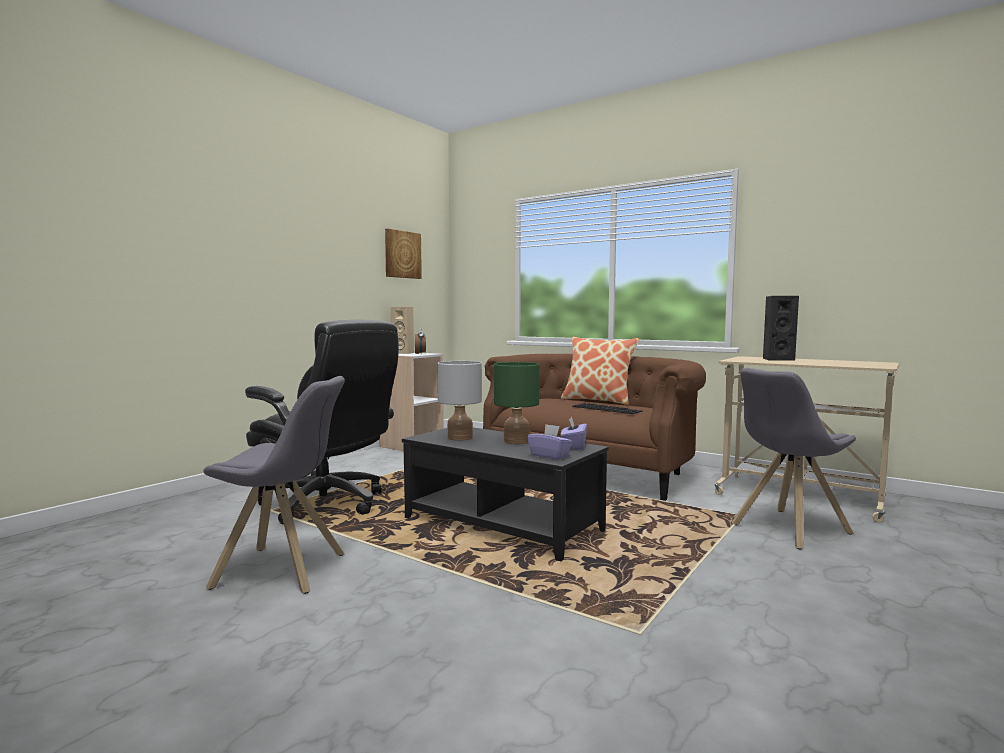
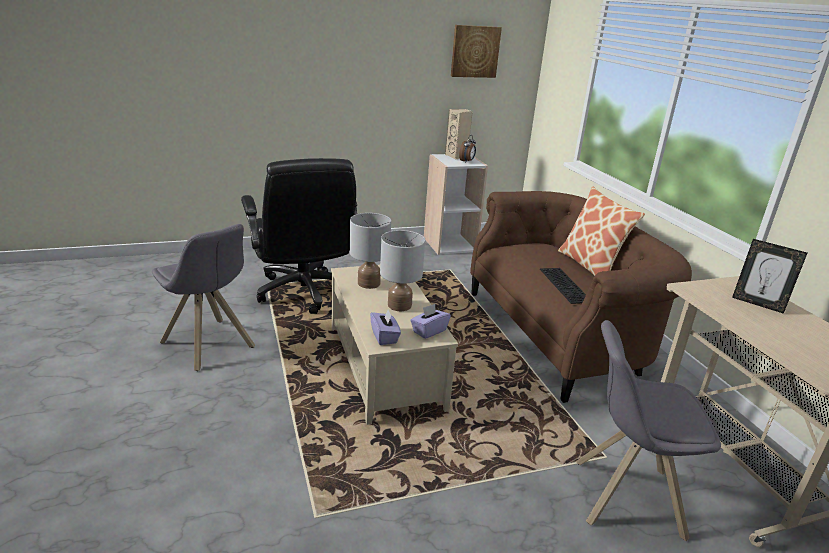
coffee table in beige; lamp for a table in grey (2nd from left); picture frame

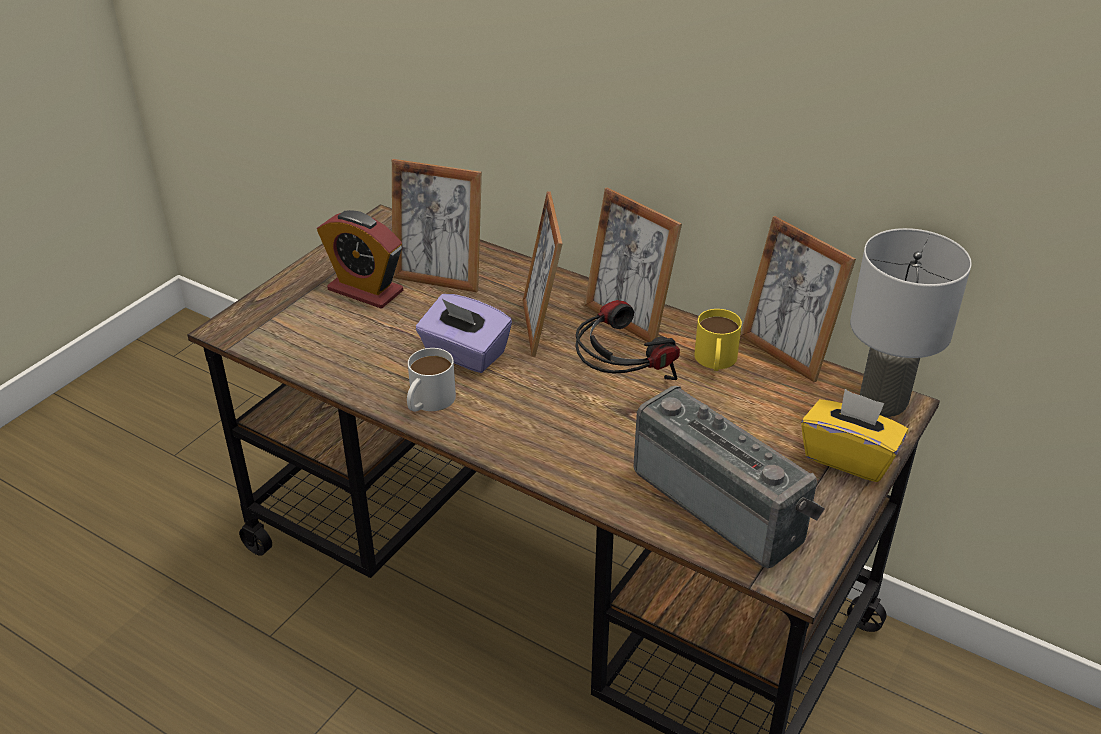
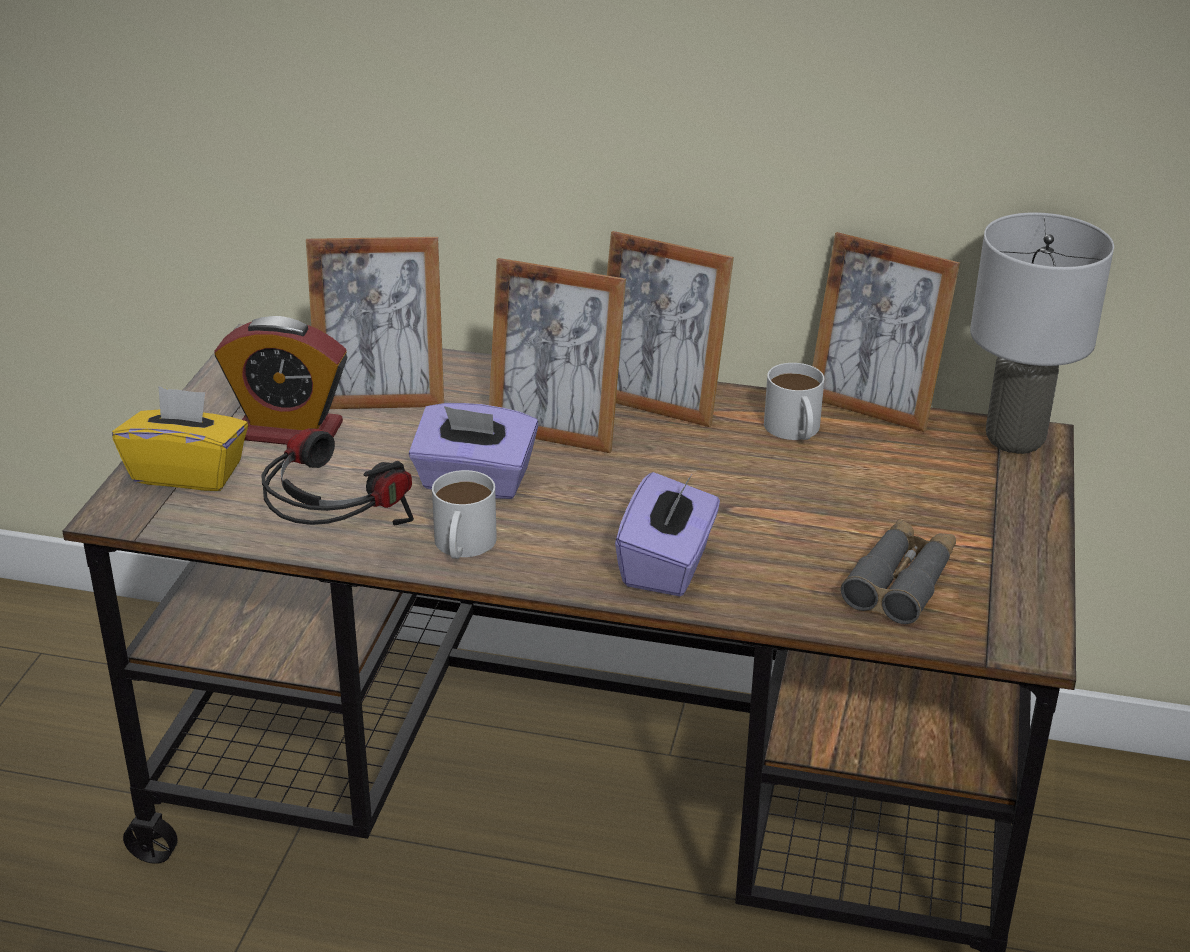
picture frame (2nd from left); pair of headphones; pair of binoculars in grey; mug in white (2nd from left); tissue holder in yellow; tissue holder in purplish (2nd from left)

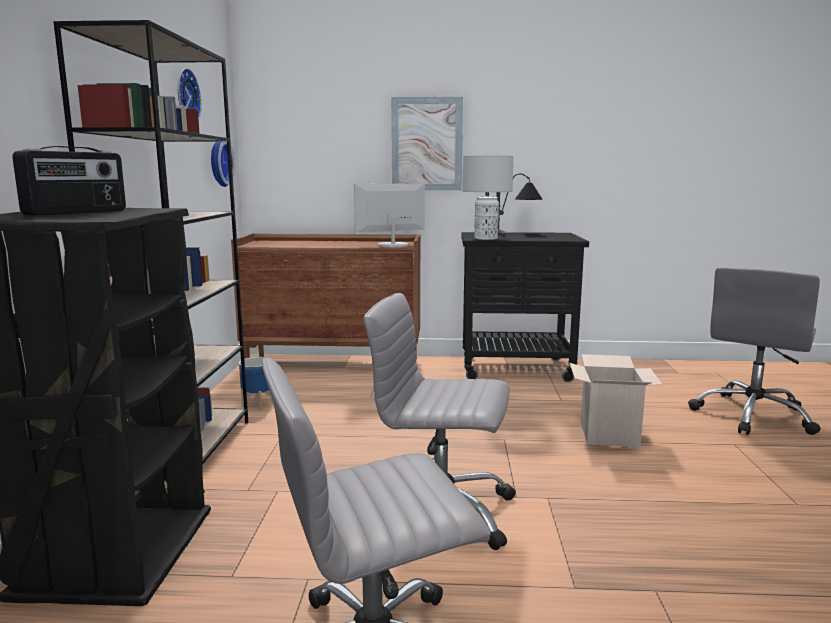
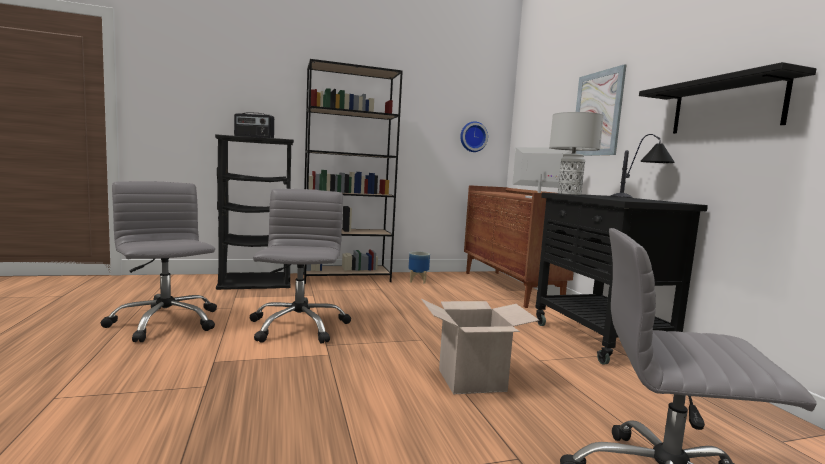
wall clock (1st from left in the first image); bracket shelf in black-coloured

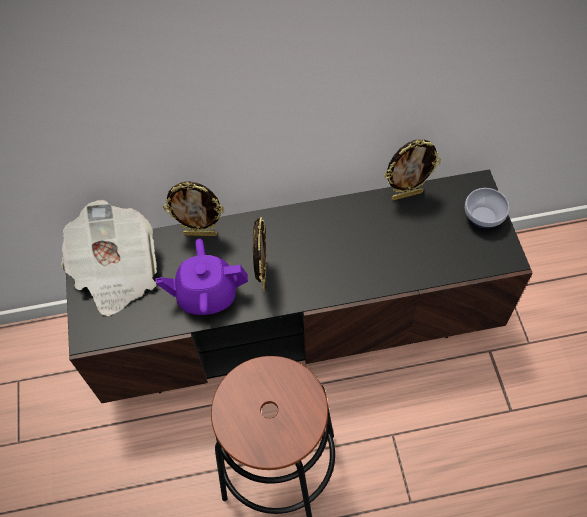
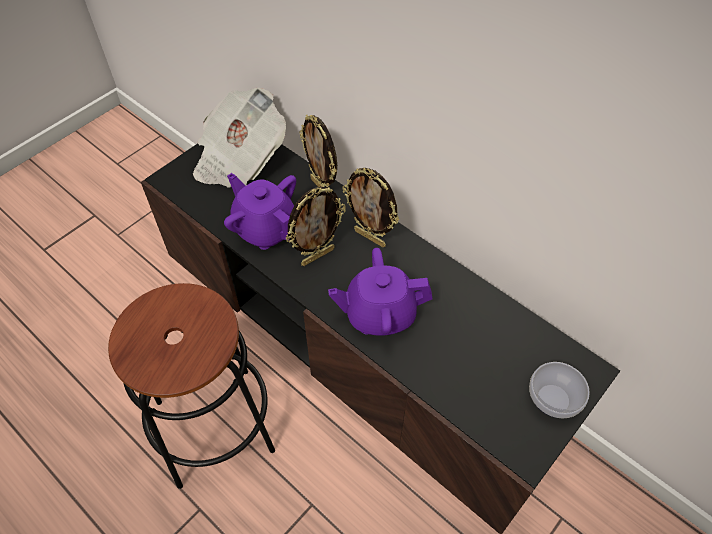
picture frame (3rd from left); pot for tea in purplish (2nd from left)

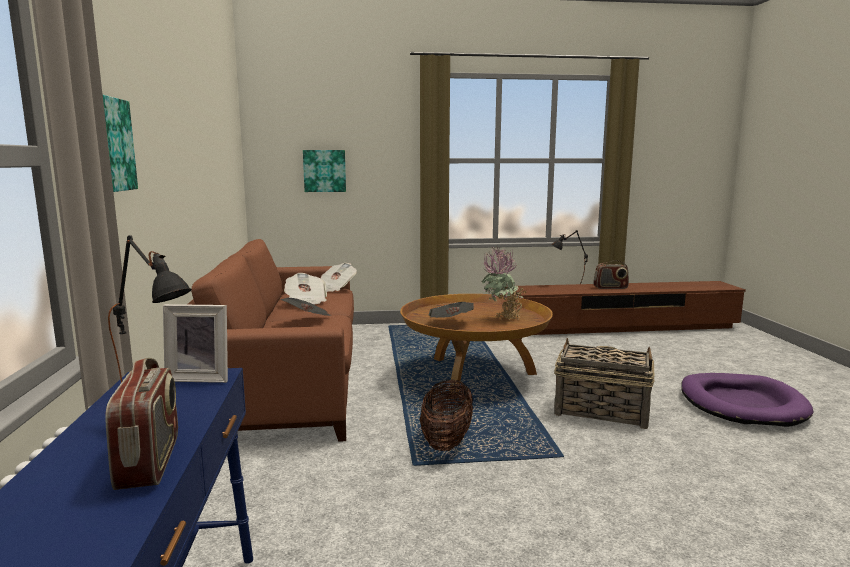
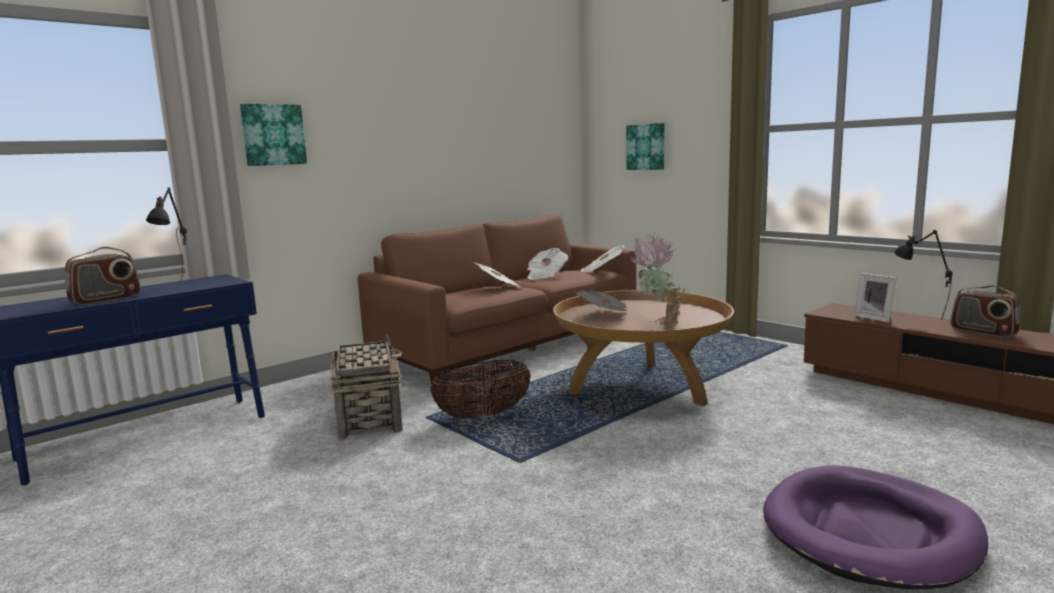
picture frame; basket (1st from left)

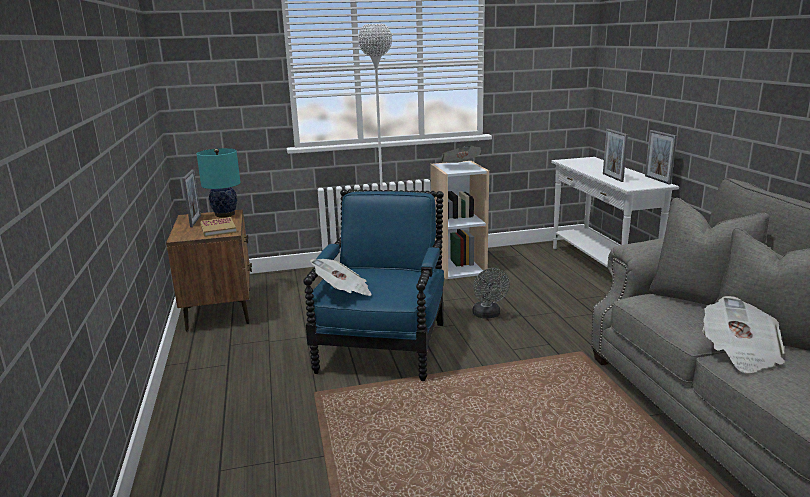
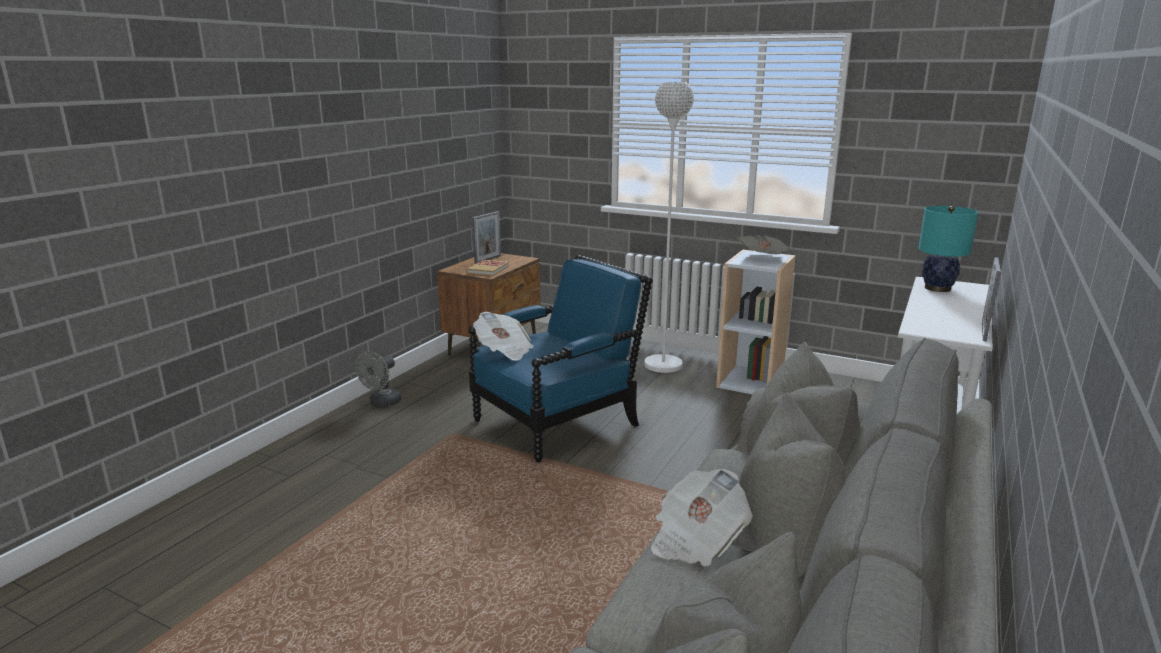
lamp for a table in blue-green; electric fan in grey; picture frame (2nd from left in the first image)

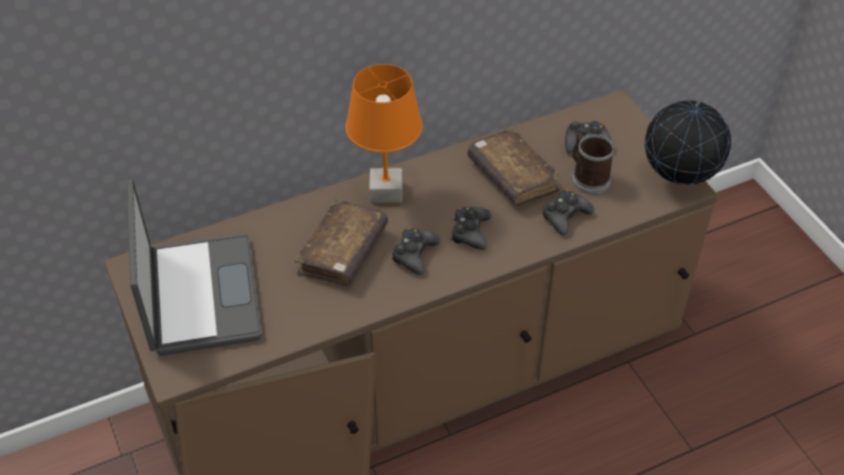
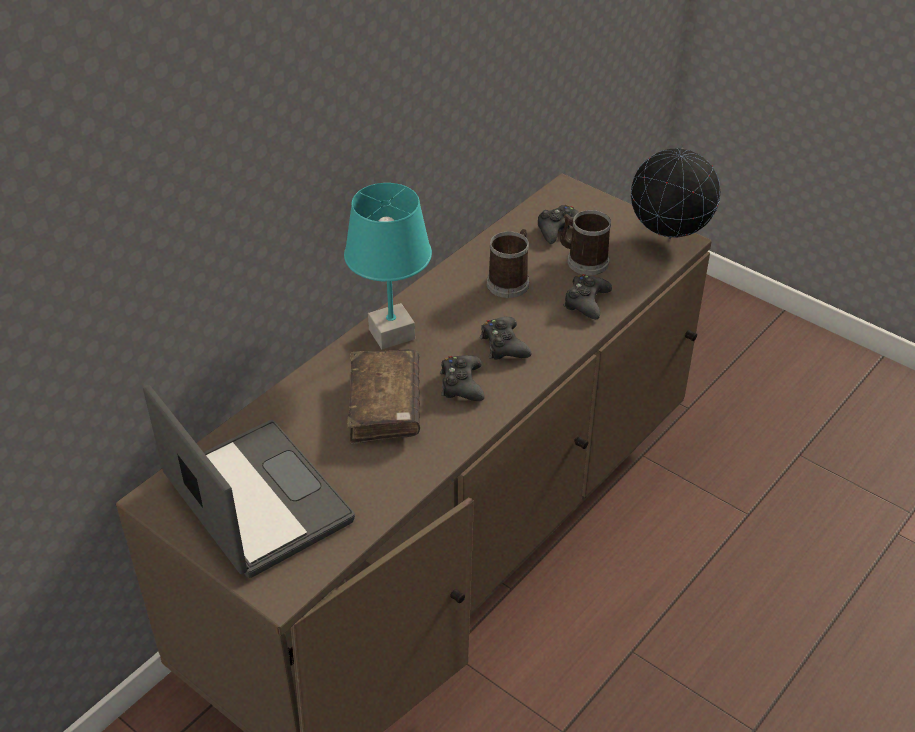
lamp for a table in blue-green; mug (1st from left)

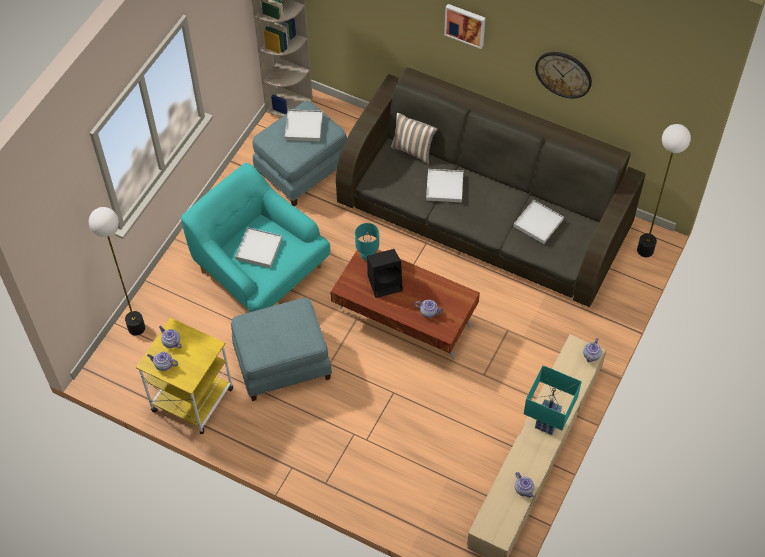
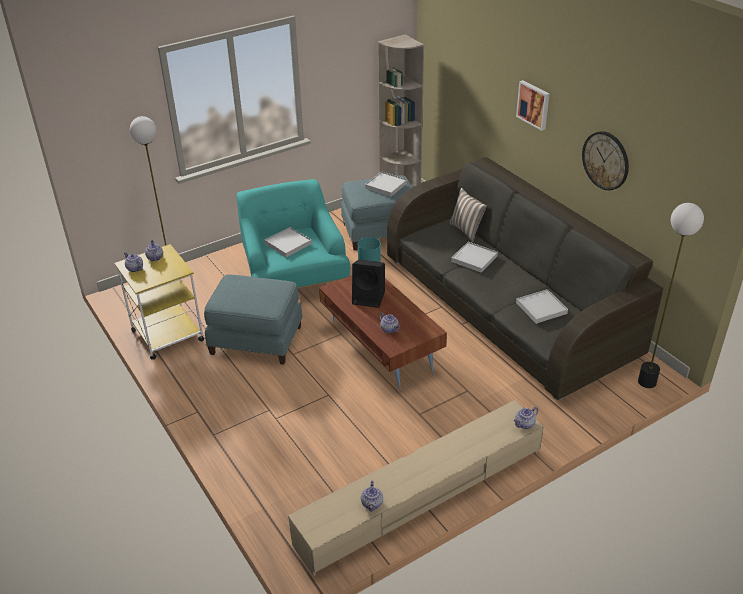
lamp for a table in blue-green (2nd from left in the first image)

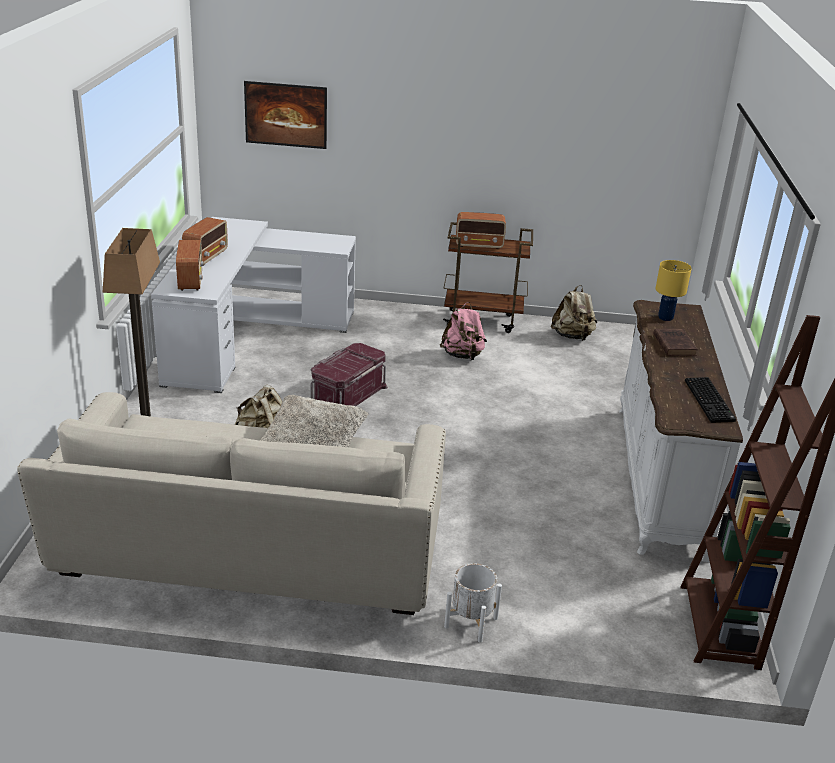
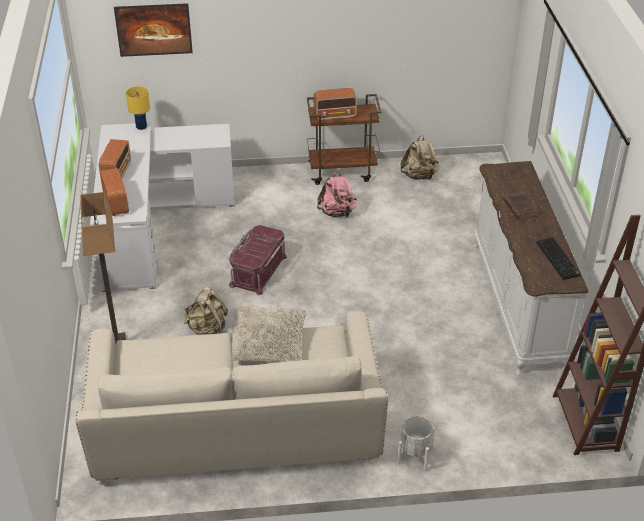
lamp for a table in yellow

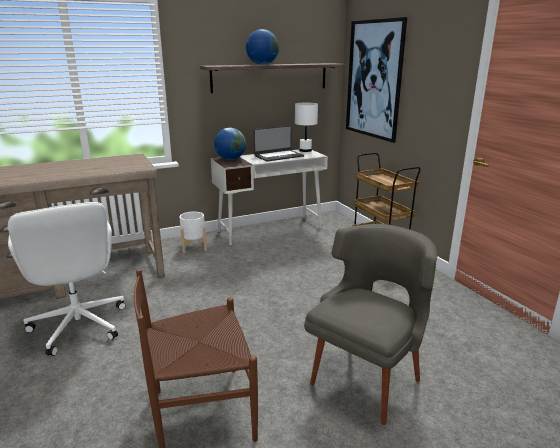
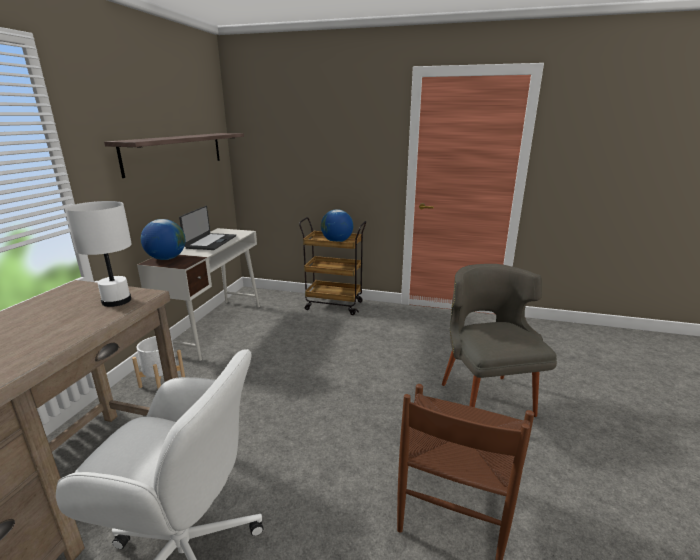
globe (2nd from left); lamp for a table in white; wall art

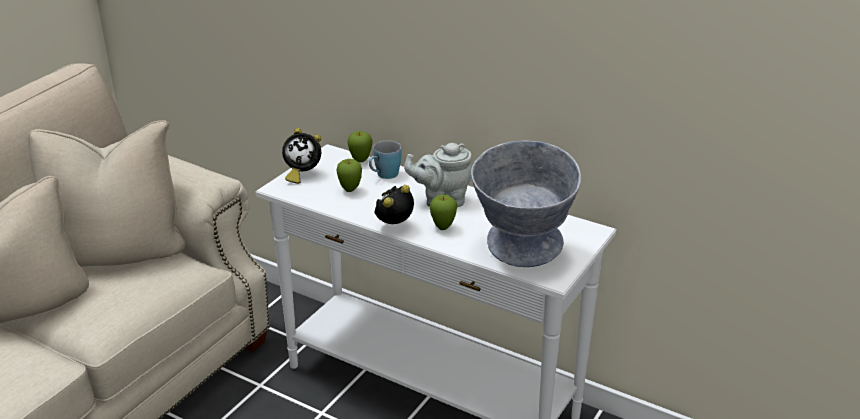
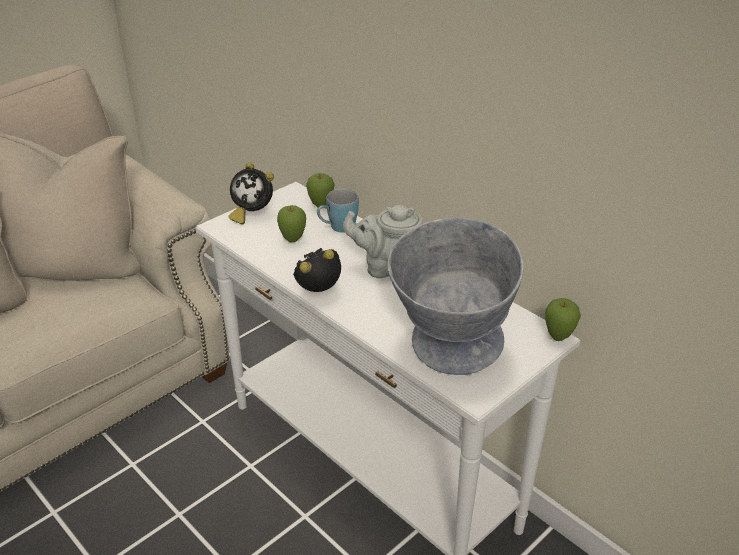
apple (3rd from left)

